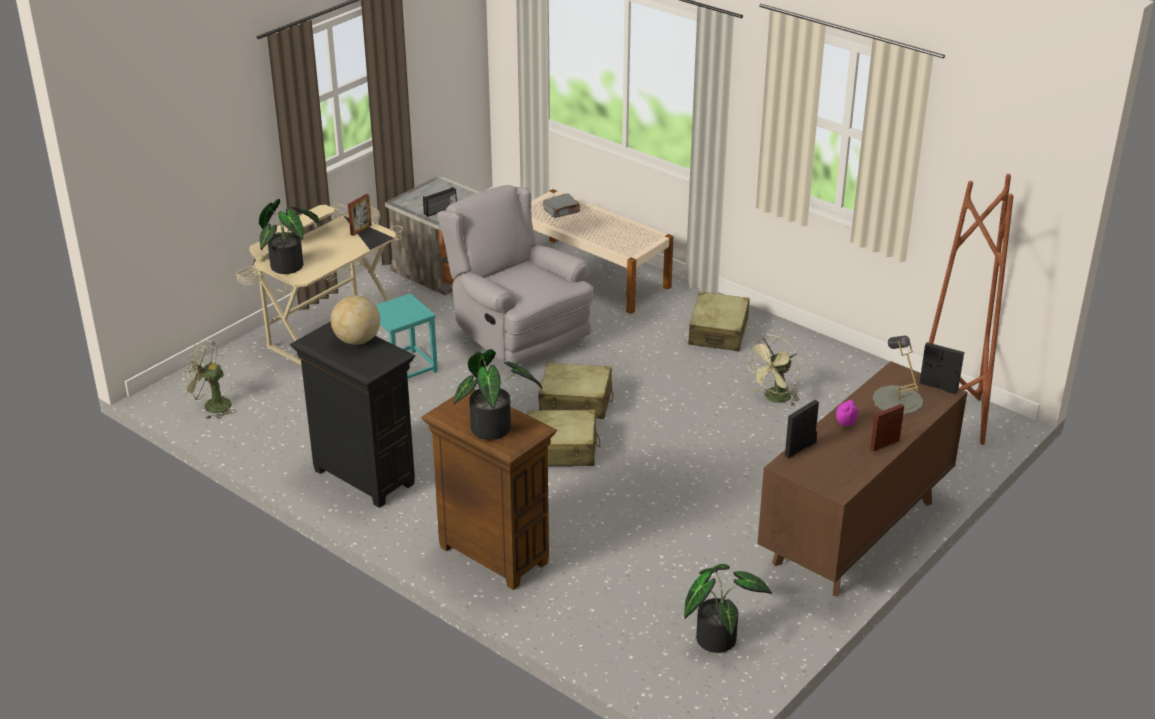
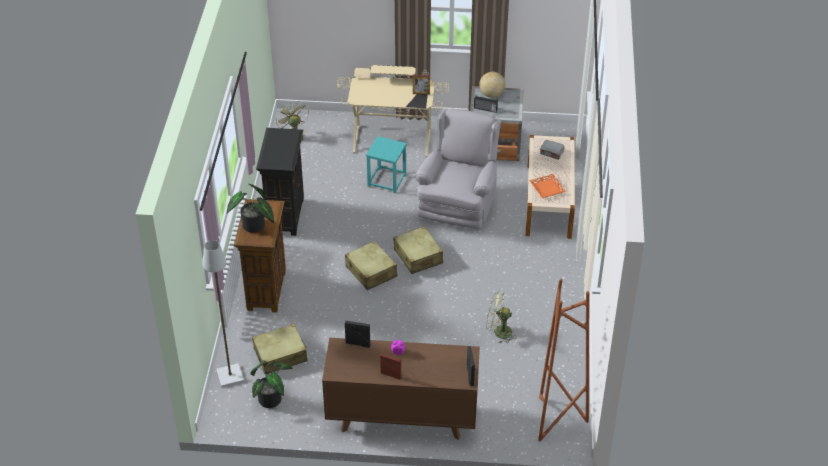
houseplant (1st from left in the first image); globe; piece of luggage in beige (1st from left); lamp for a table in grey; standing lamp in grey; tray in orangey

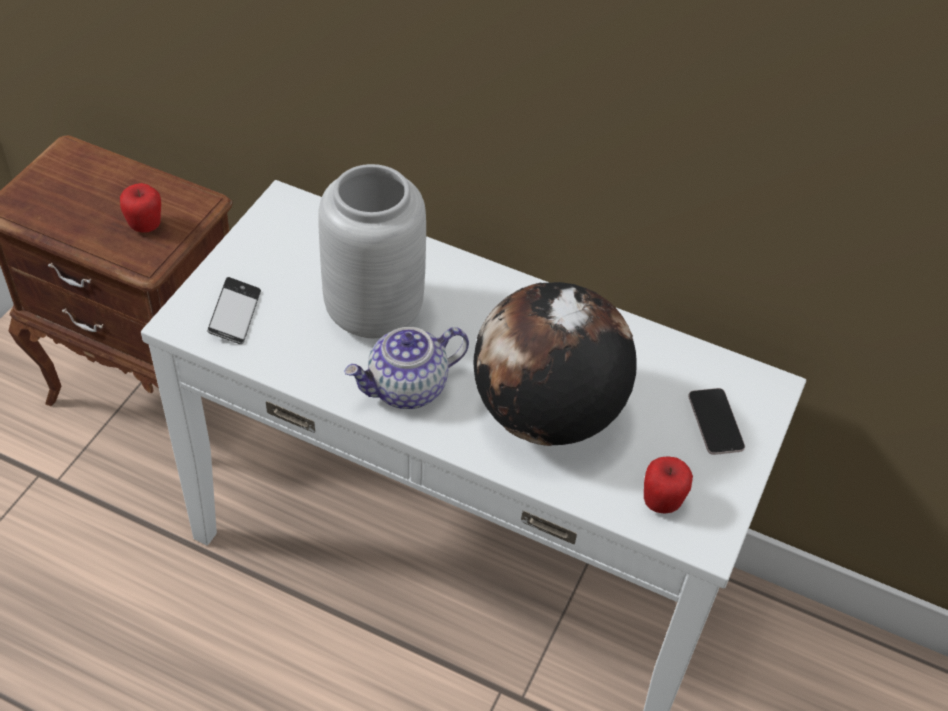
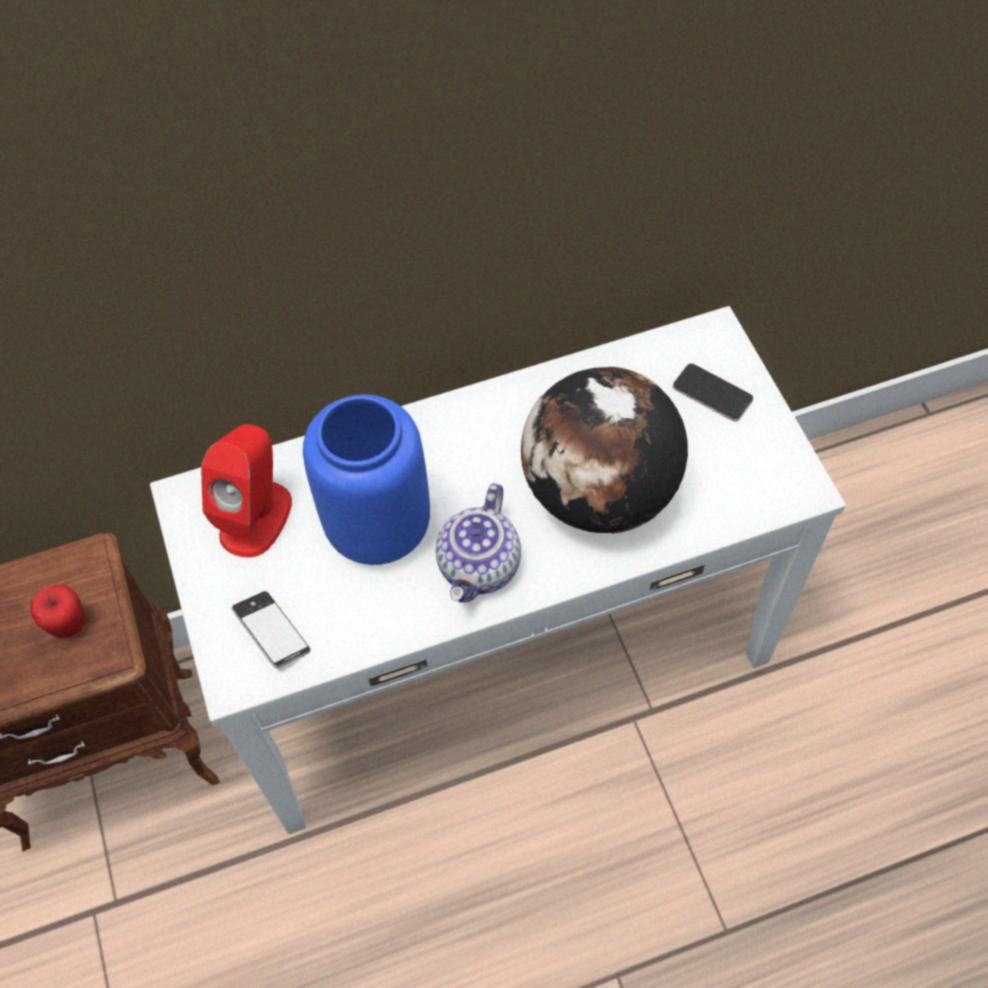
vase in bluish; apple (2nd from left in the first image); speaker in reddish

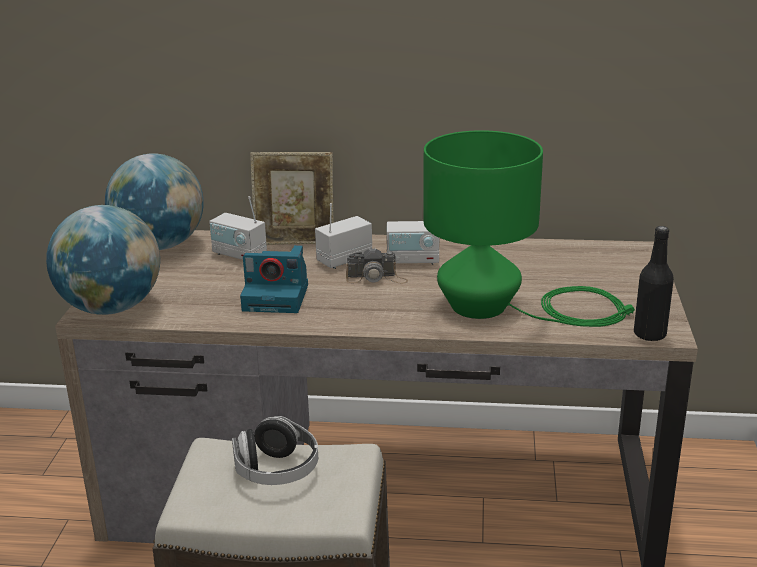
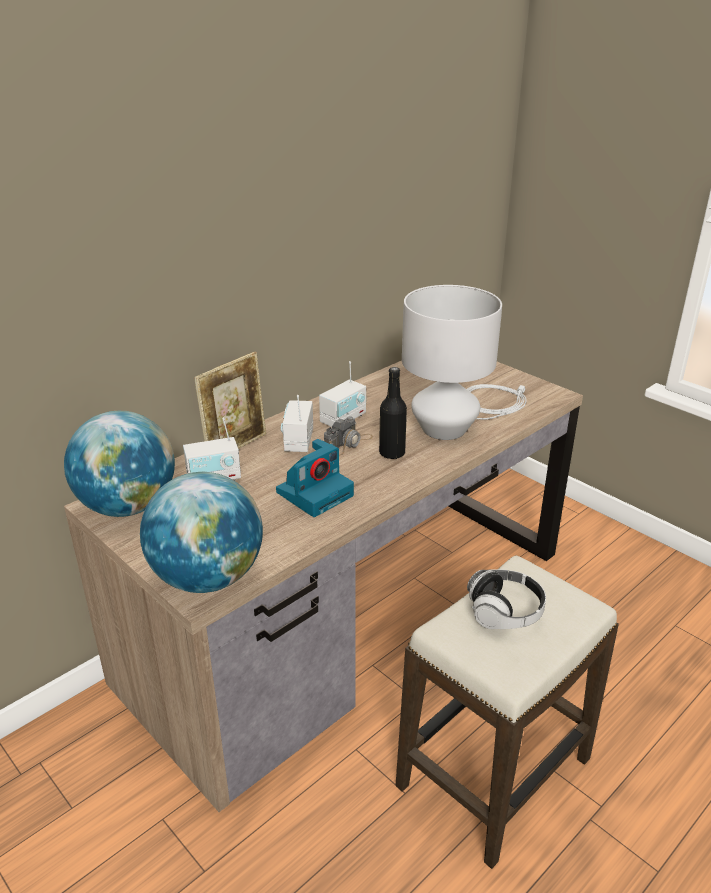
lamp for a table in grey; drink bottle in black-coloured

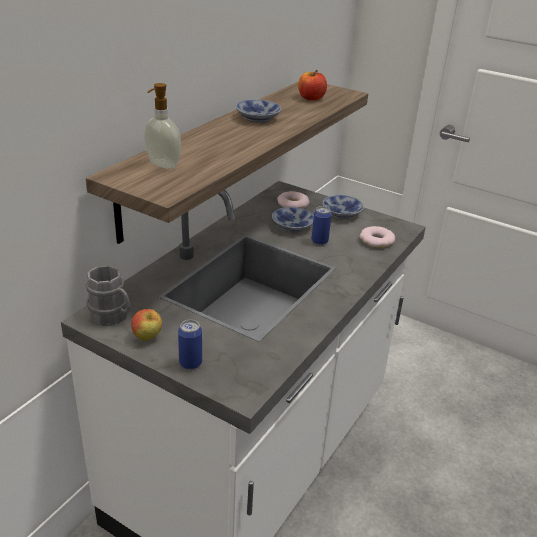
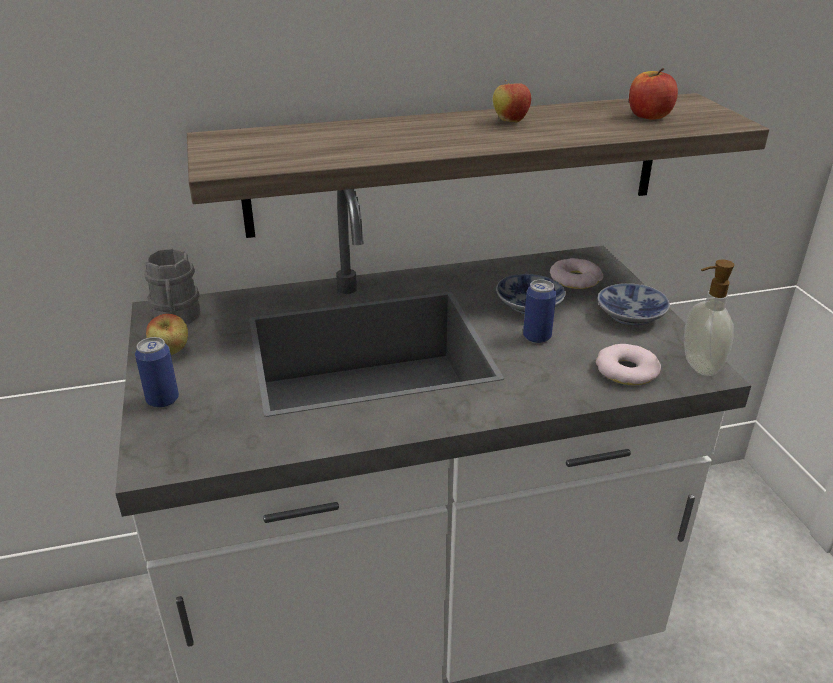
soap dispenser; apple (2nd from left)

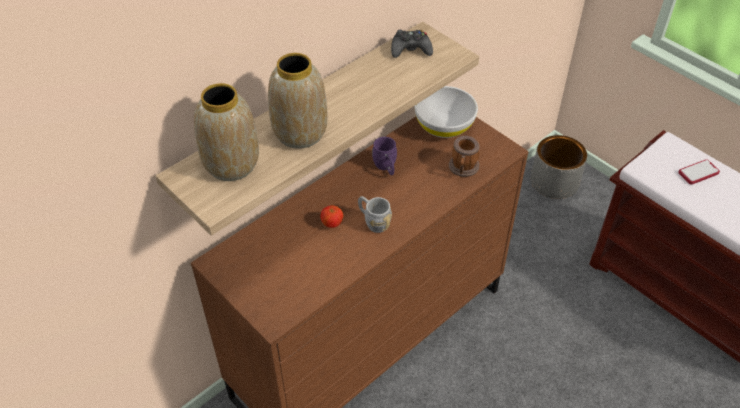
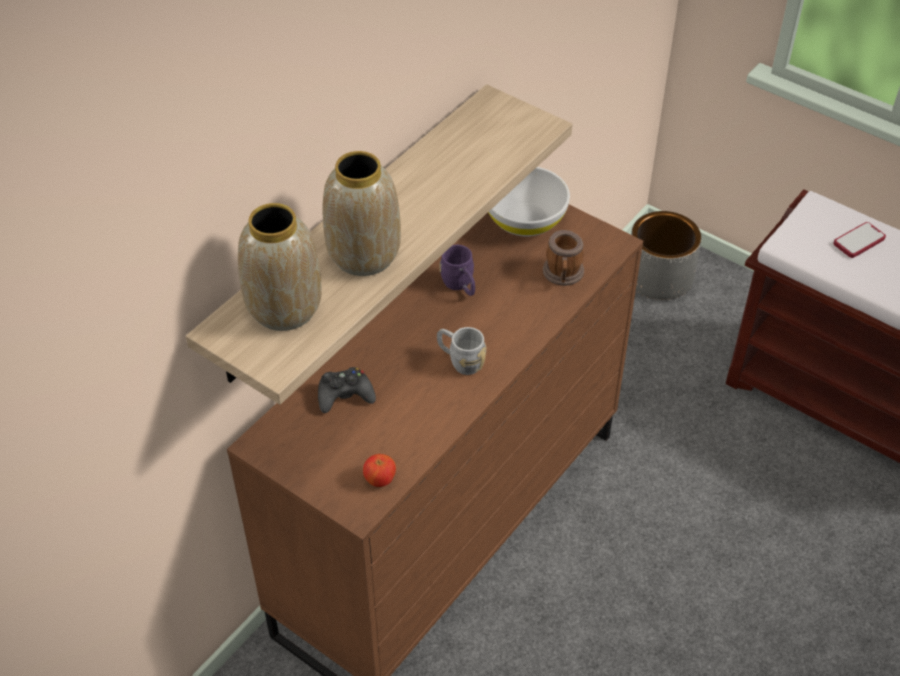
apple; game controller in black-coloured

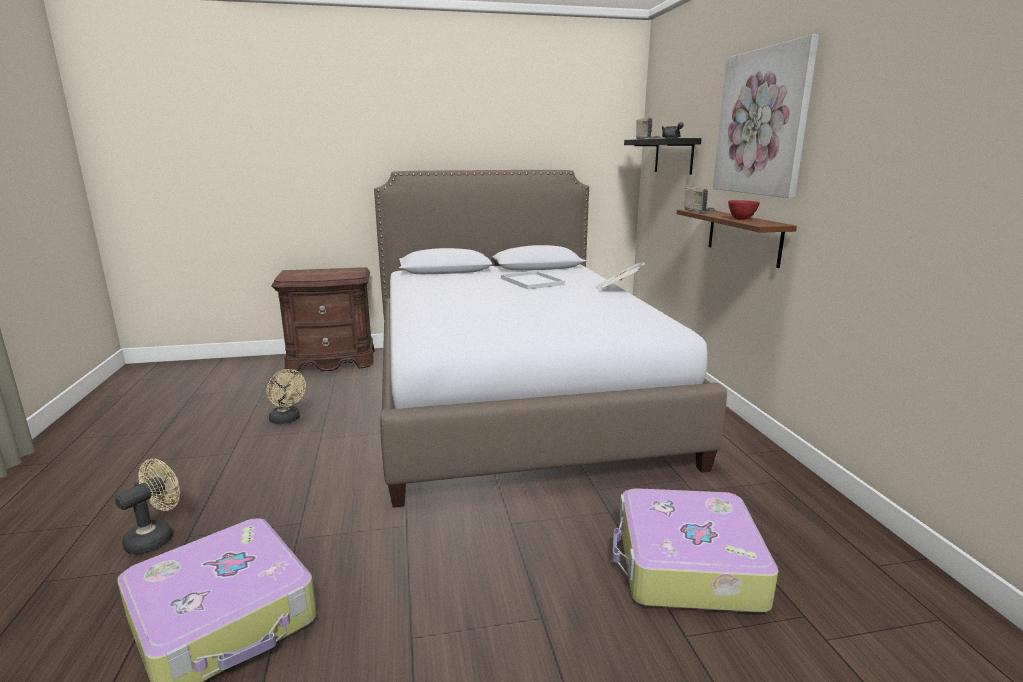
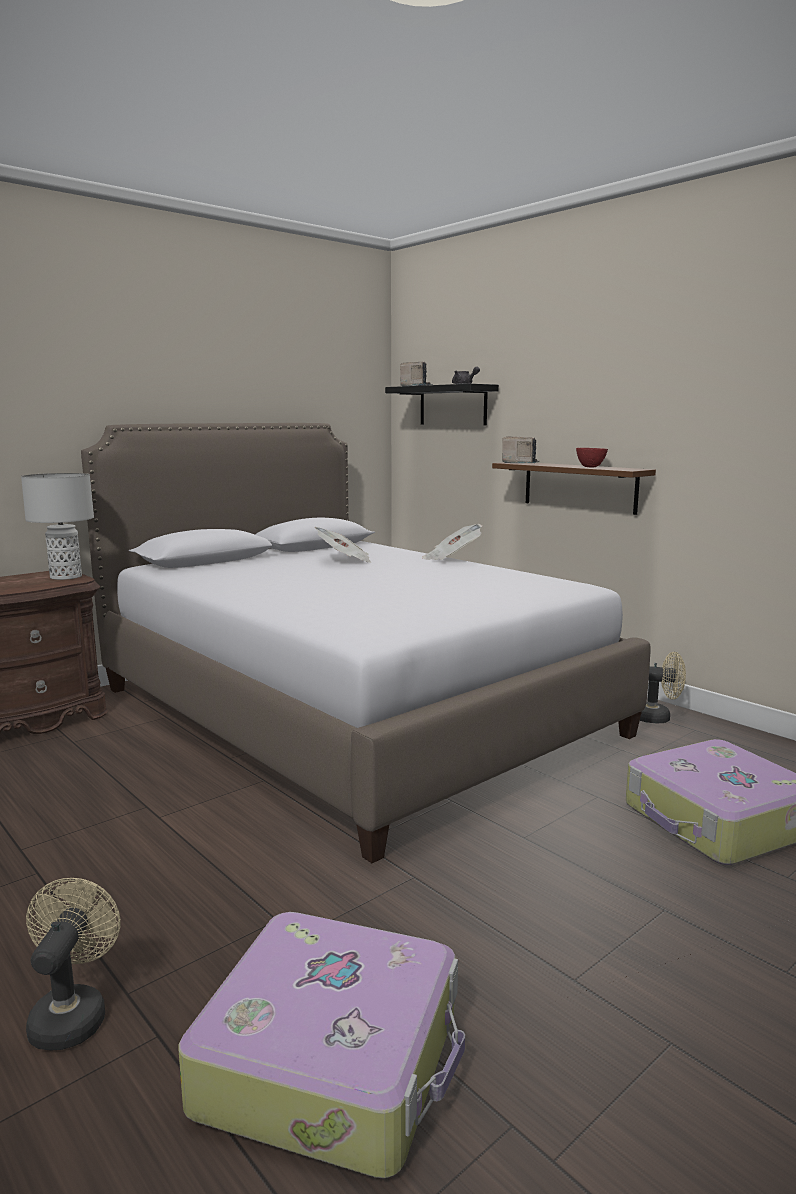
electric fan in beige (2nd from left); printed paper (1st from left); wall art; lamp for a table in white

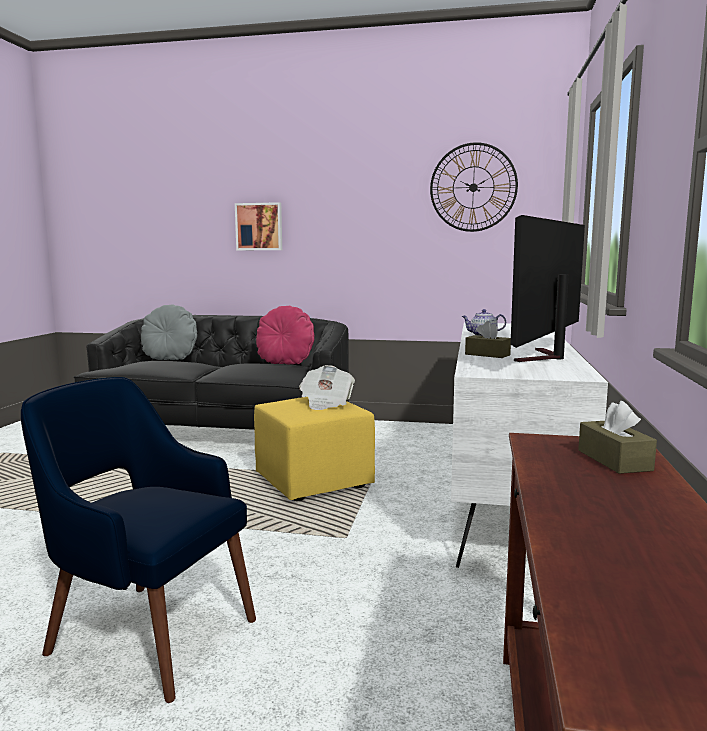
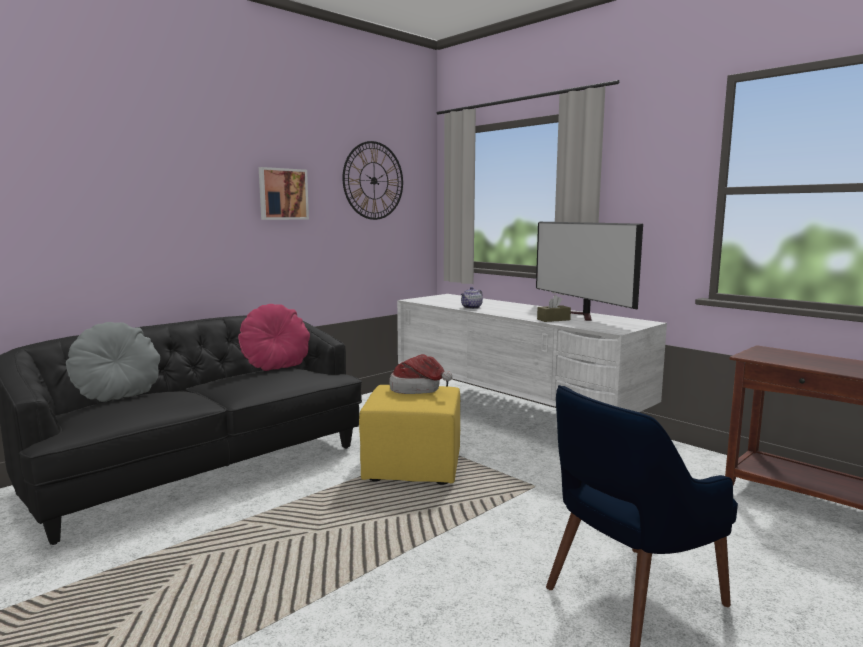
wall art; hat; tissue holder in brown-coloured (2nd from left in the first image)

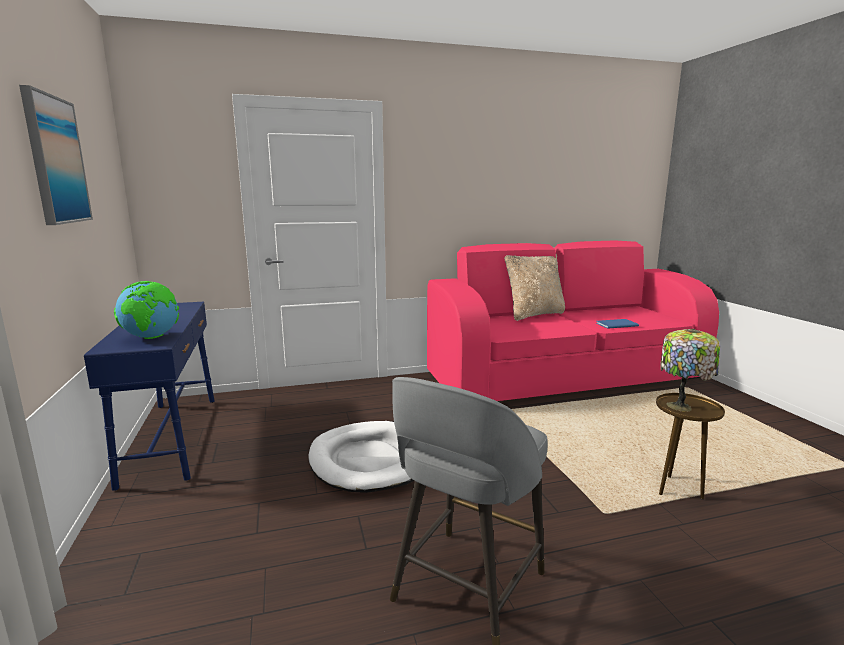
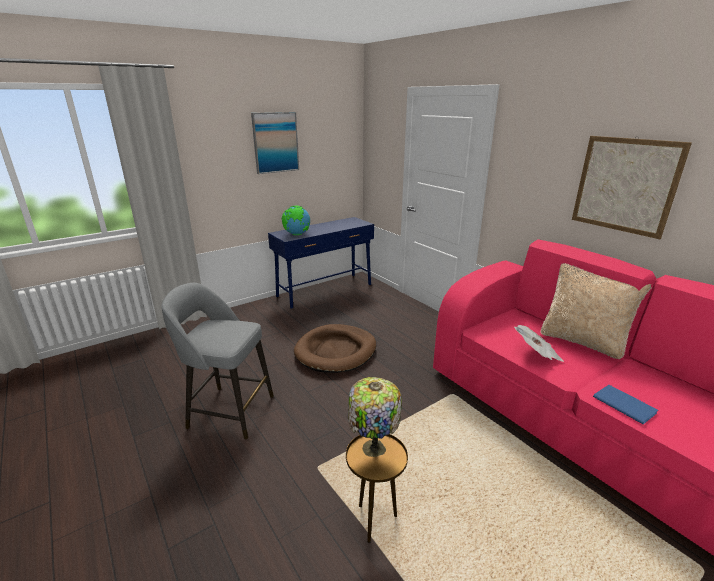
dog cushion in brown-coloured; printed paper; wall art (2nd from left)

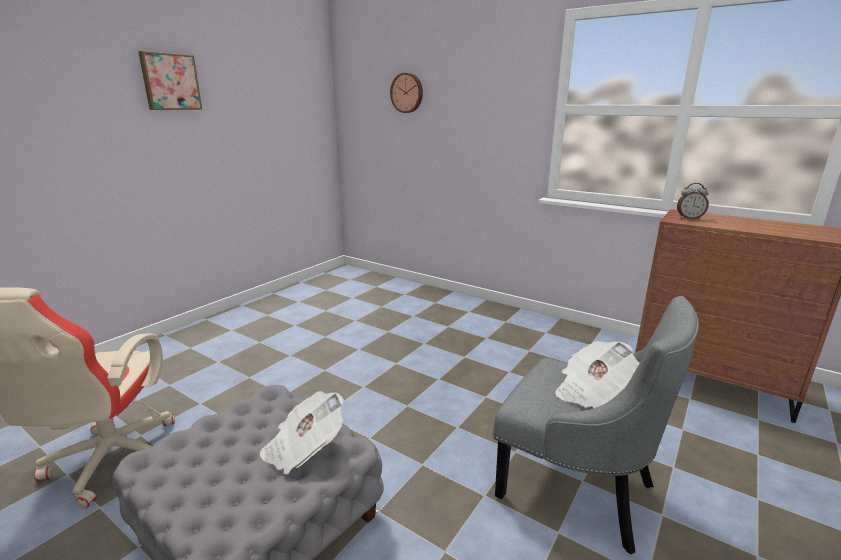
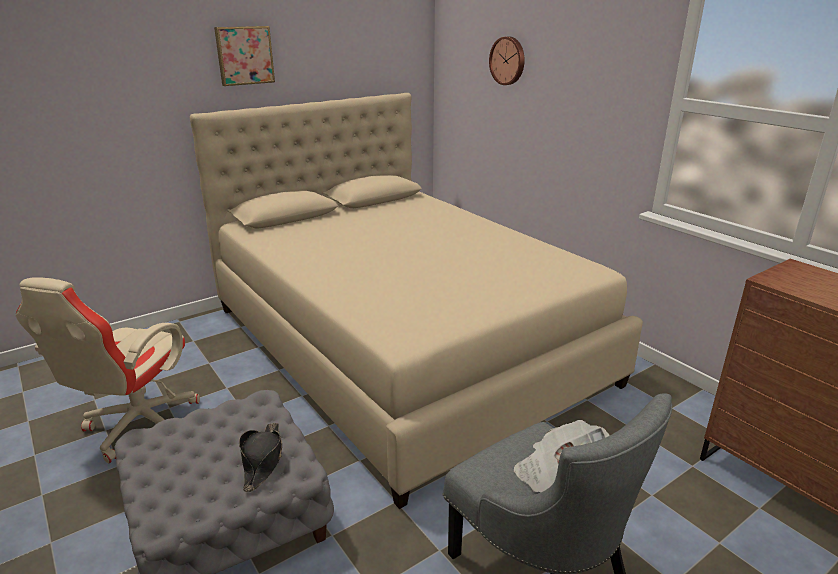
hat in black-coloured; table clock; bedroom bed in beige

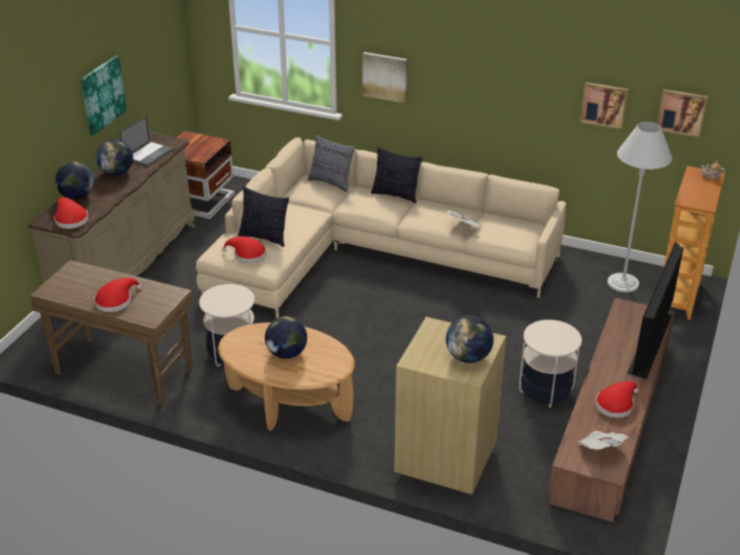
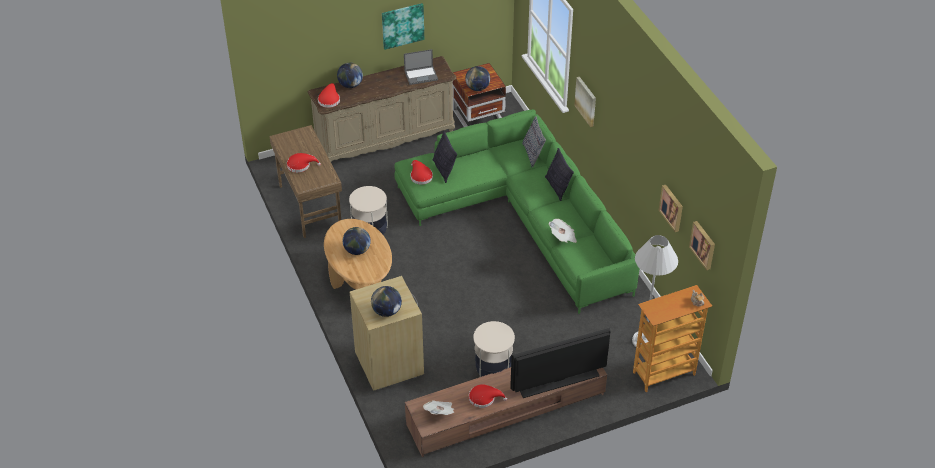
globe (4th from left); settee in green

